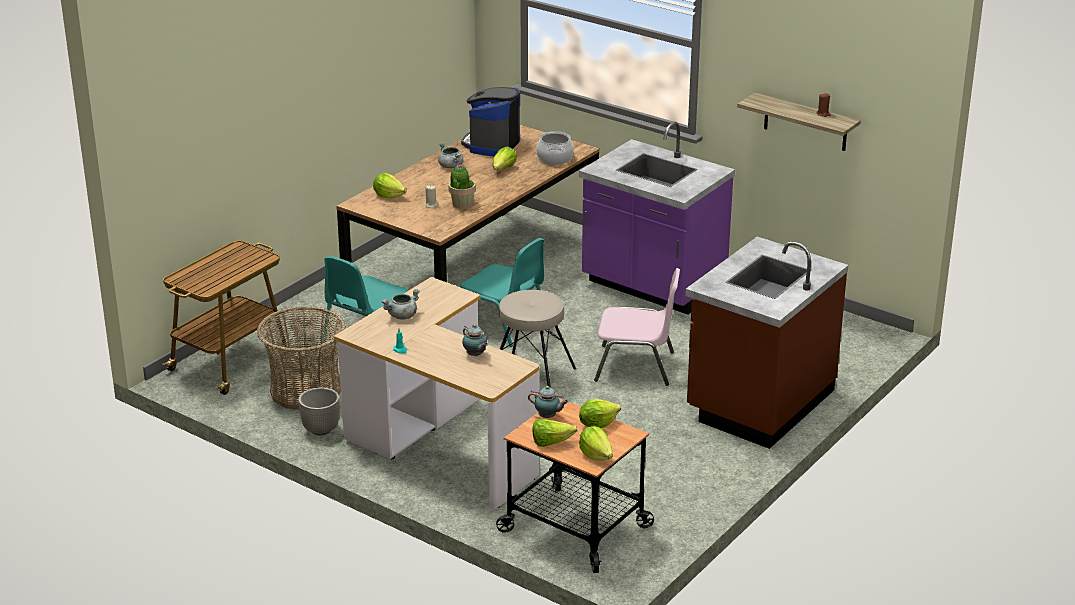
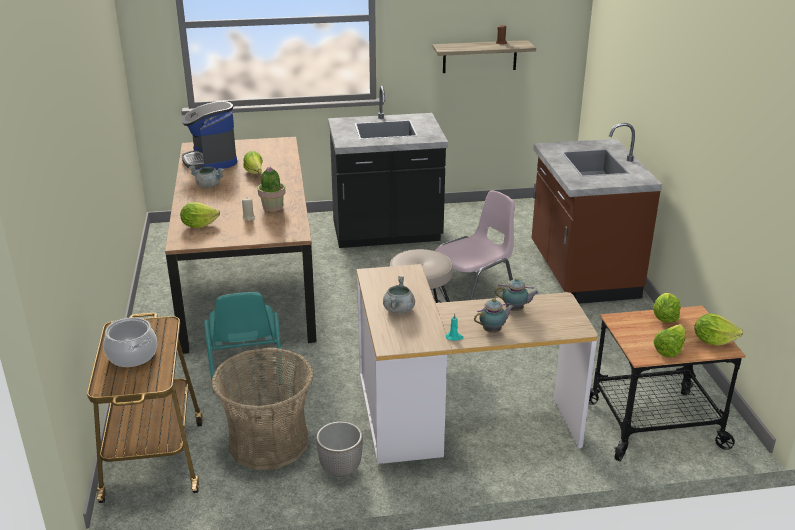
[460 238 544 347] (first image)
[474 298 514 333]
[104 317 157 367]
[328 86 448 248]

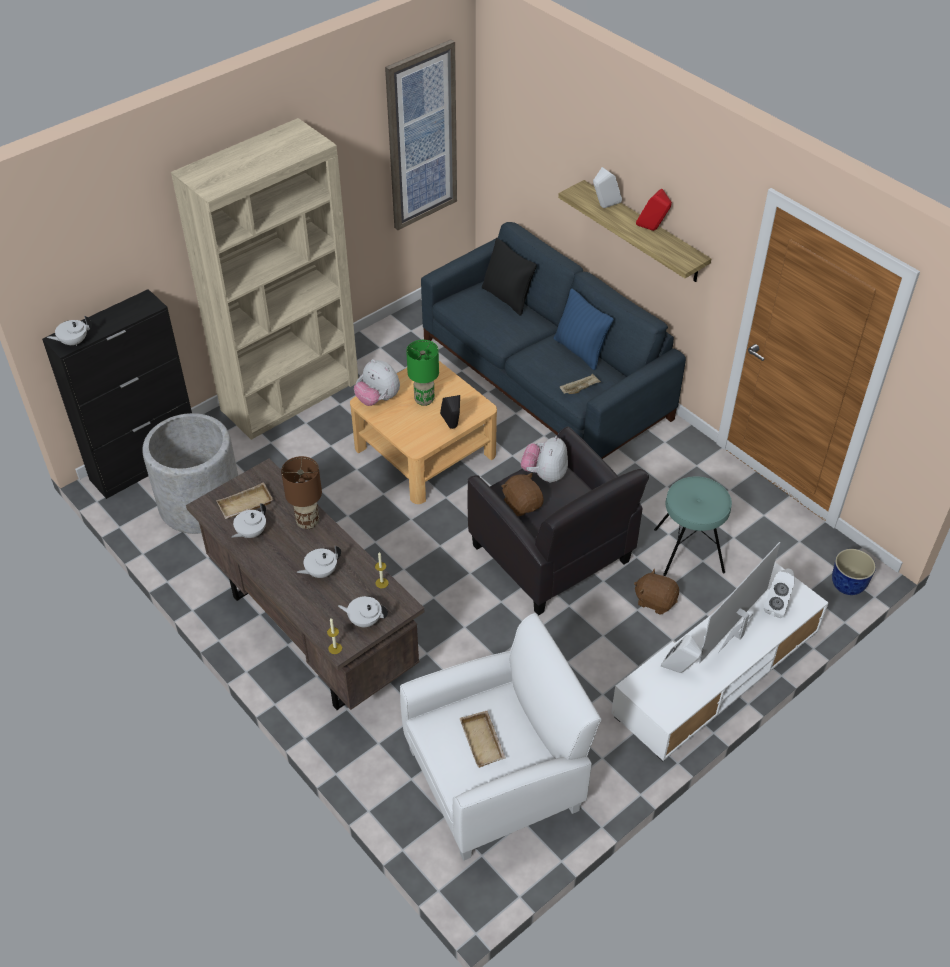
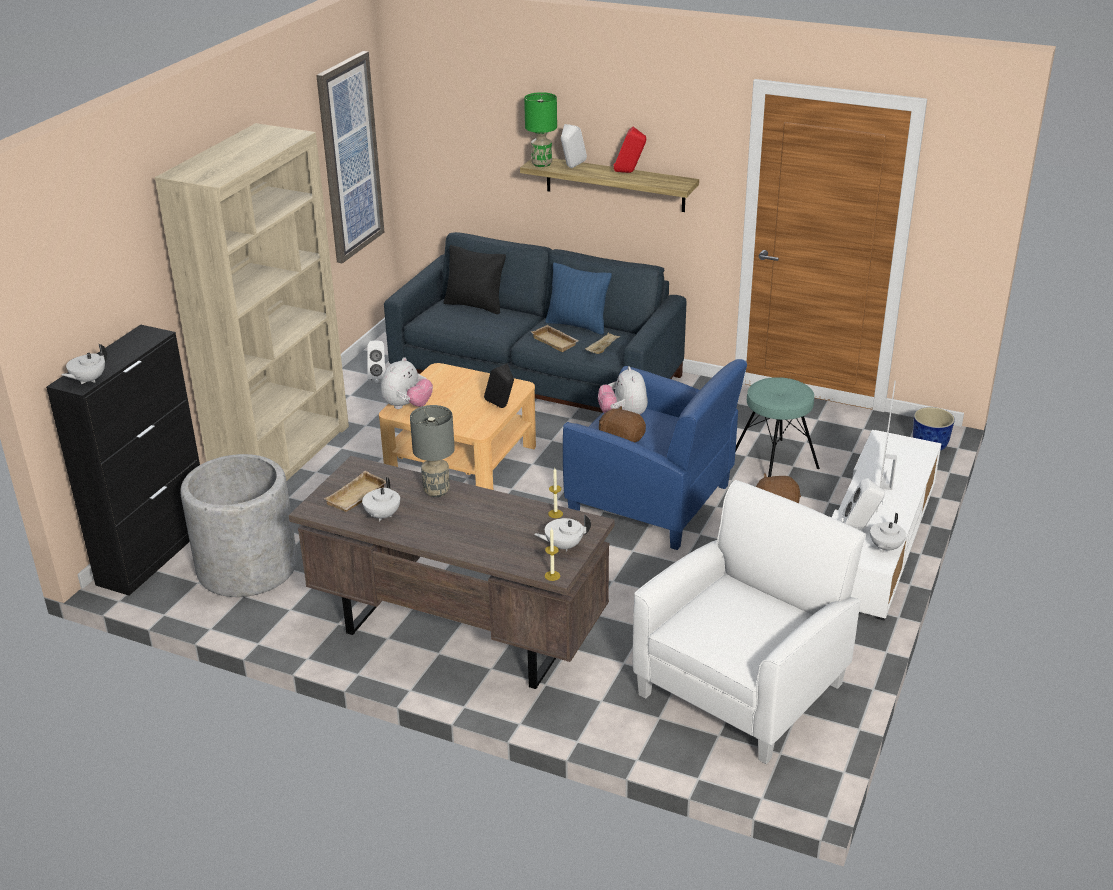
[410 405 455 497]
[870 513 906 552]
[381 357 433 409]
[524 92 557 167]
[531 325 579 352]
[563 359 747 550]
[367 340 385 384]

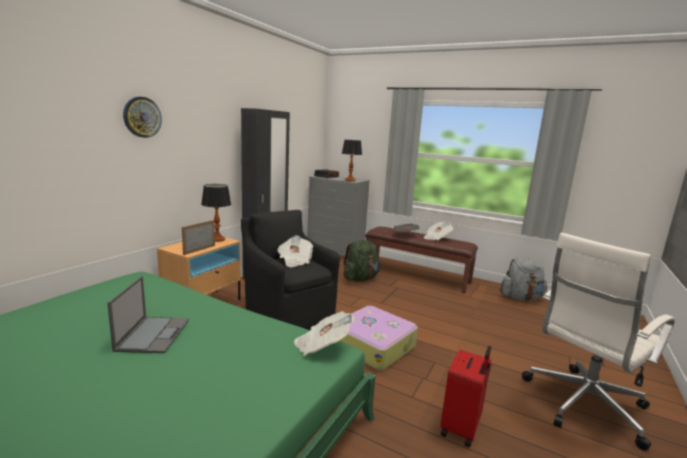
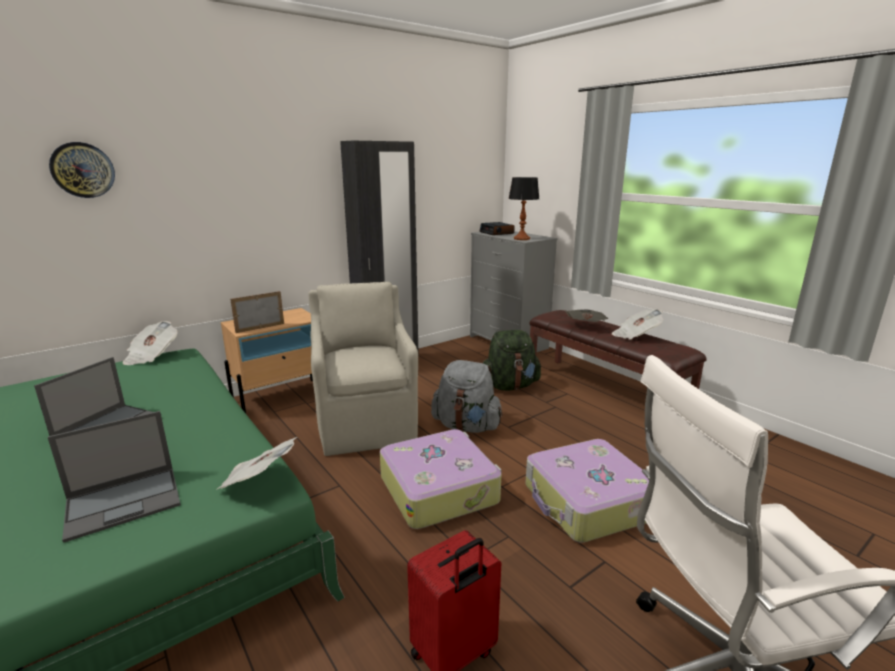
[49 142 115 198]
[201 184 231 242] (first image)
[308 282 418 456]
[122 321 178 365]
[431 360 503 433]
[48 411 181 543]
[525 439 649 543]

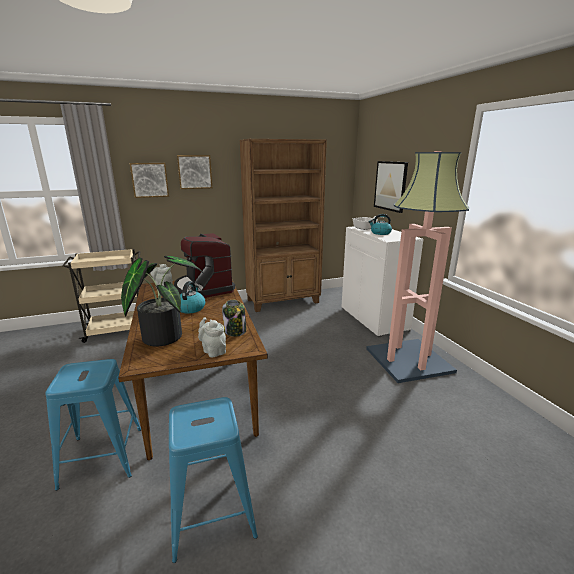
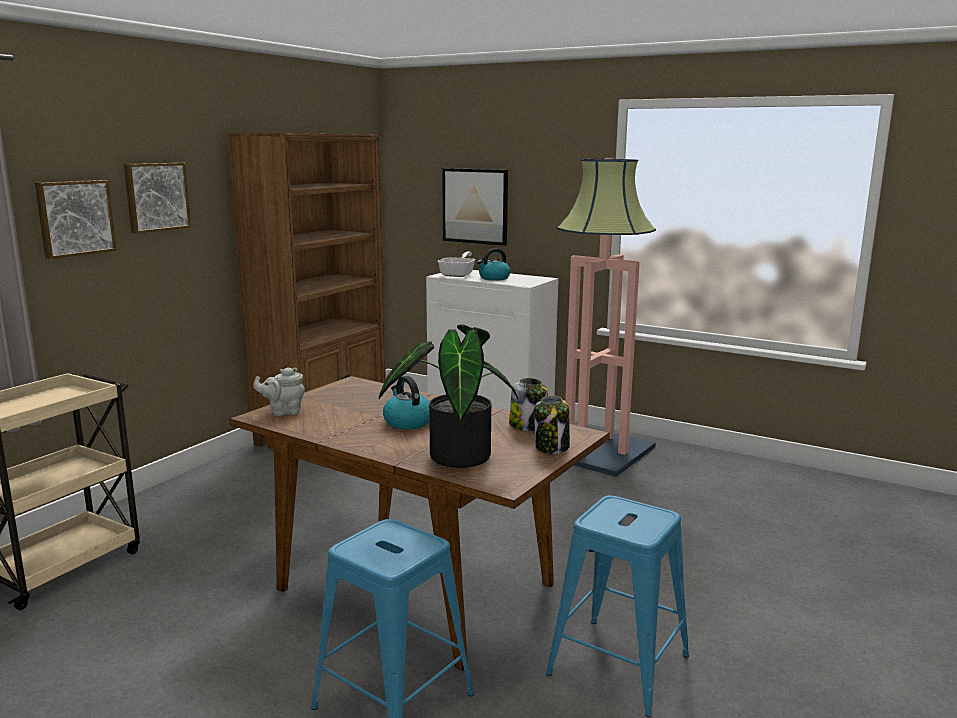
[174 233 235 298] (first image)
[534 395 570 454]

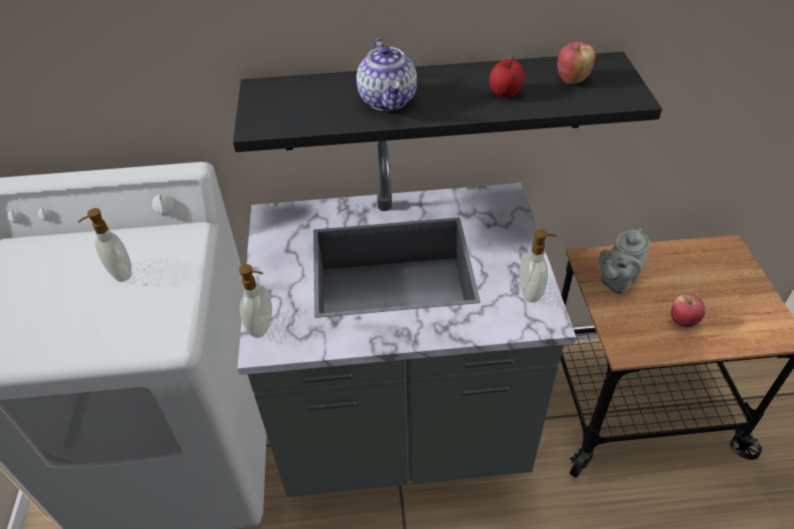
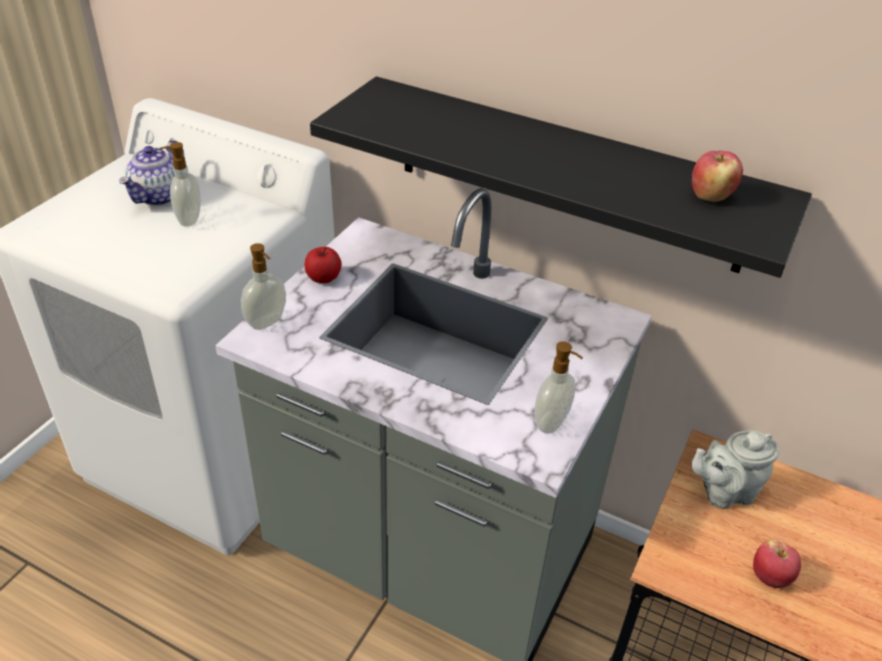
[119 140 184 206]
[304 247 341 283]

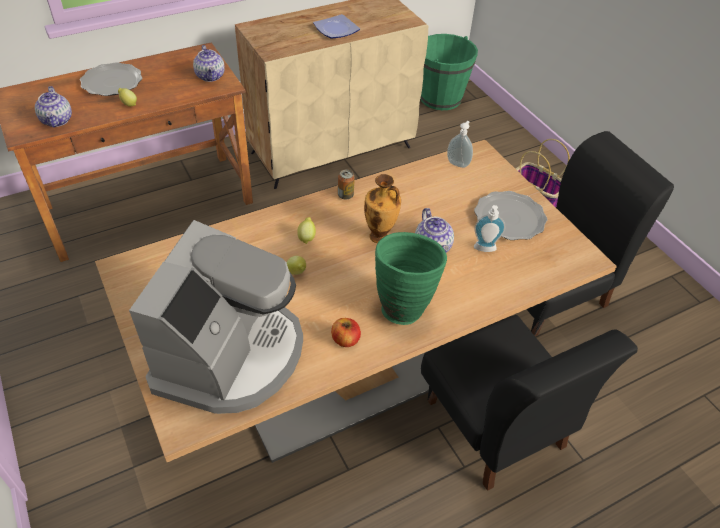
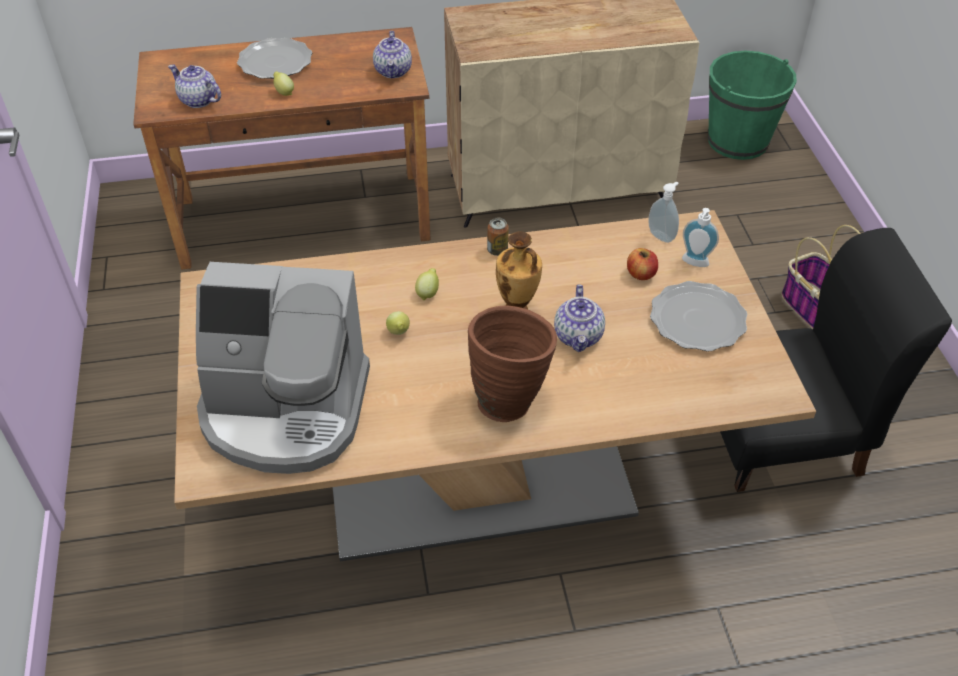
[168 64 221 108]
[196 262 370 474]
[313 14 360 39] (first image)
[627 248 658 280]
[468 306 557 422]
[421 315 638 491] (first image)
[682 208 719 267]

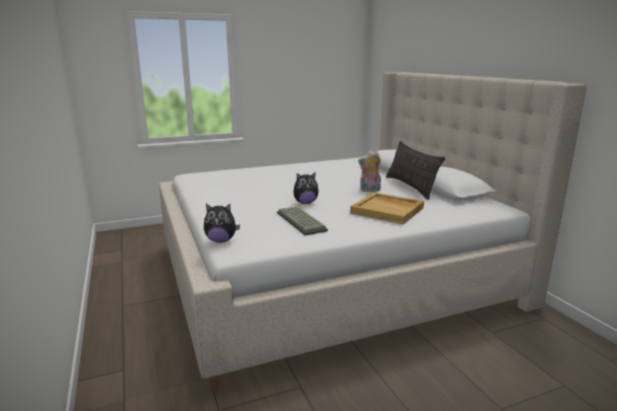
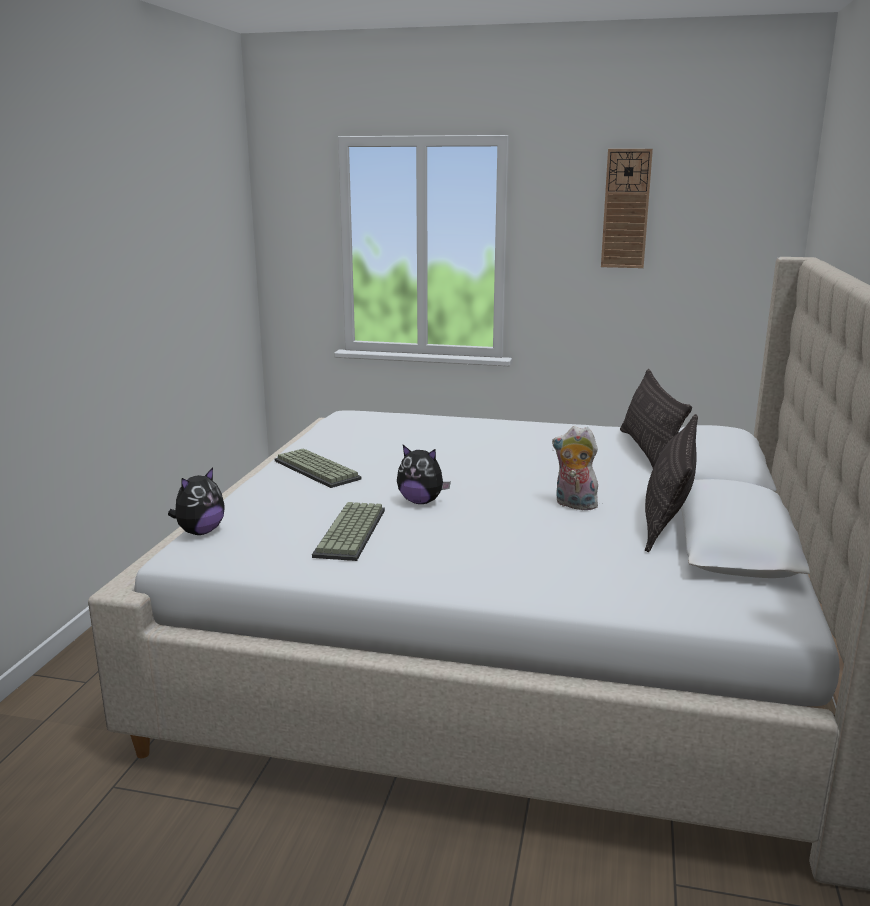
[168 467 225 535]
[350 192 424 224] (first image)
[275 448 362 488]
[601 149 653 268]
[620 369 692 468]

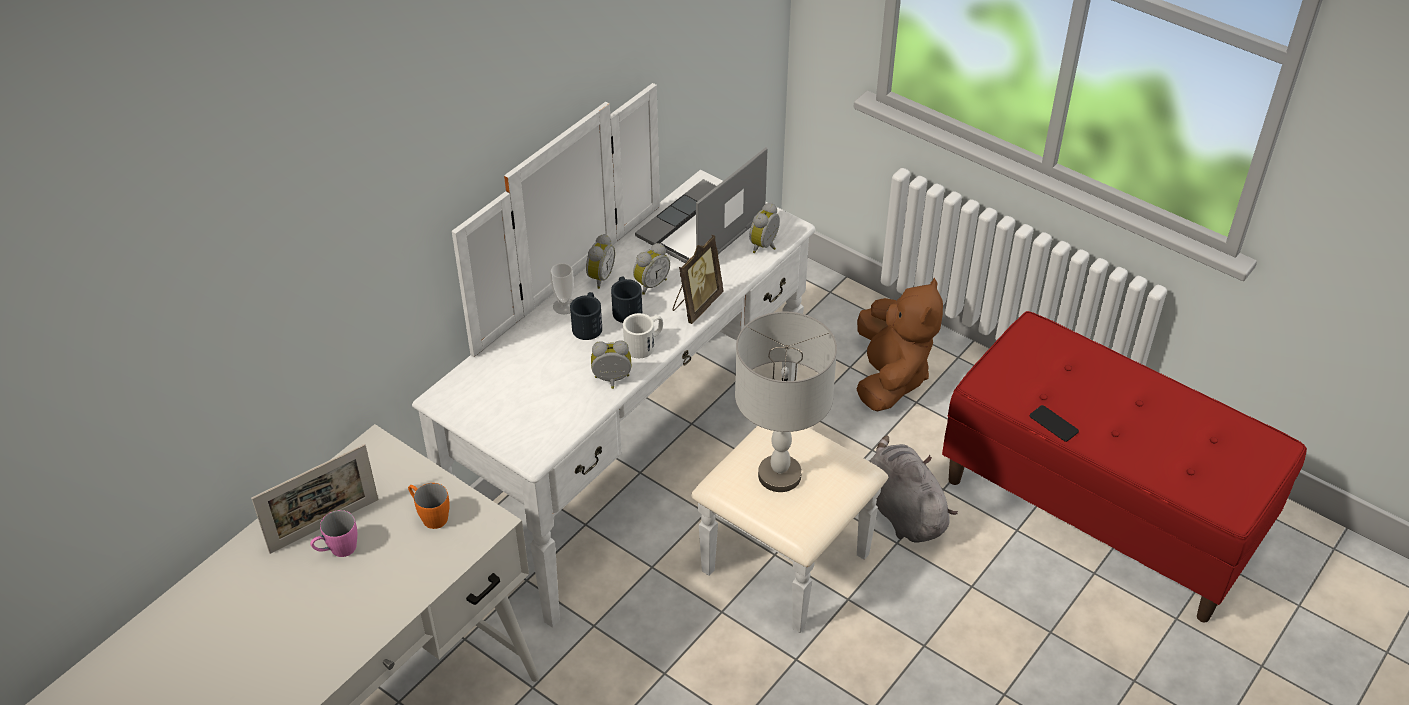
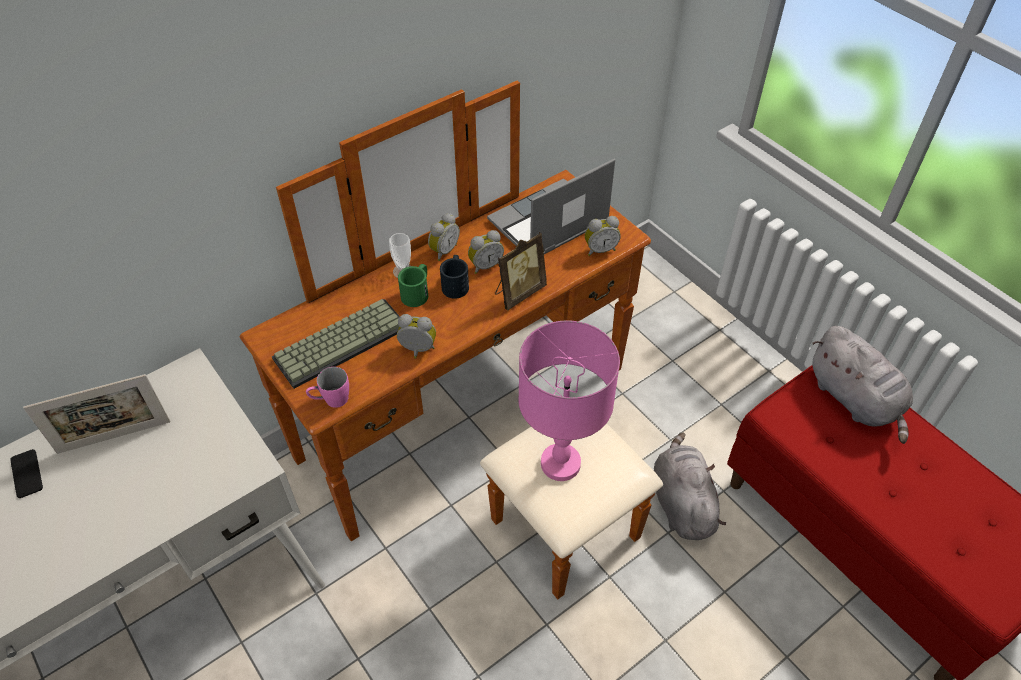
[306 367 349 408]
[408 483 450 529] (first image)
[239 81 663 599]
[398 264 428 307]
[623 313 663 358] (first image)
[518 320 620 481]
[585 216 621 256]
[857 277 943 412] (first image)
[10 449 43 498]
[272 299 400 389]
[812 326 913 444]

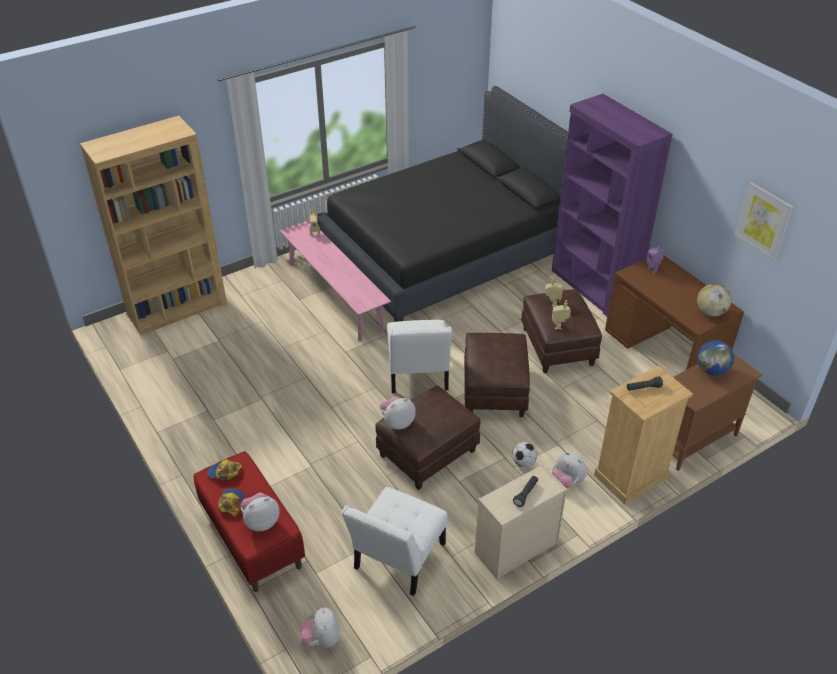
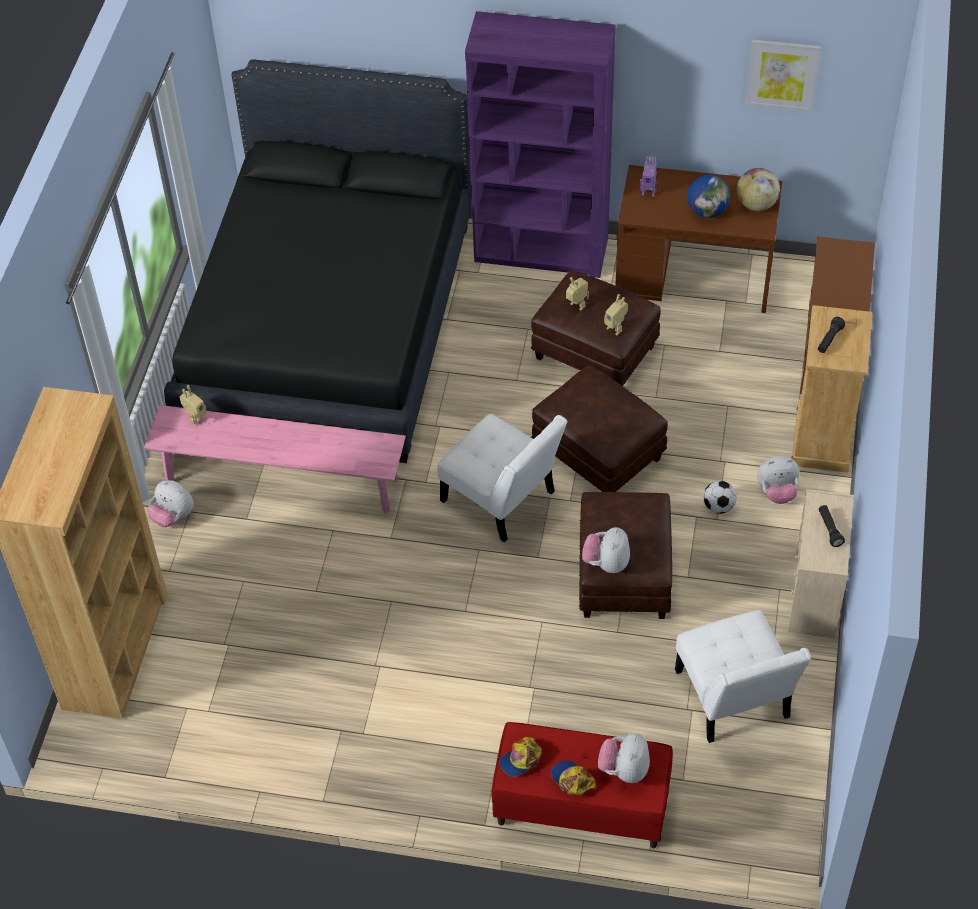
[147 480 194 527]
[687 174 730 218]

